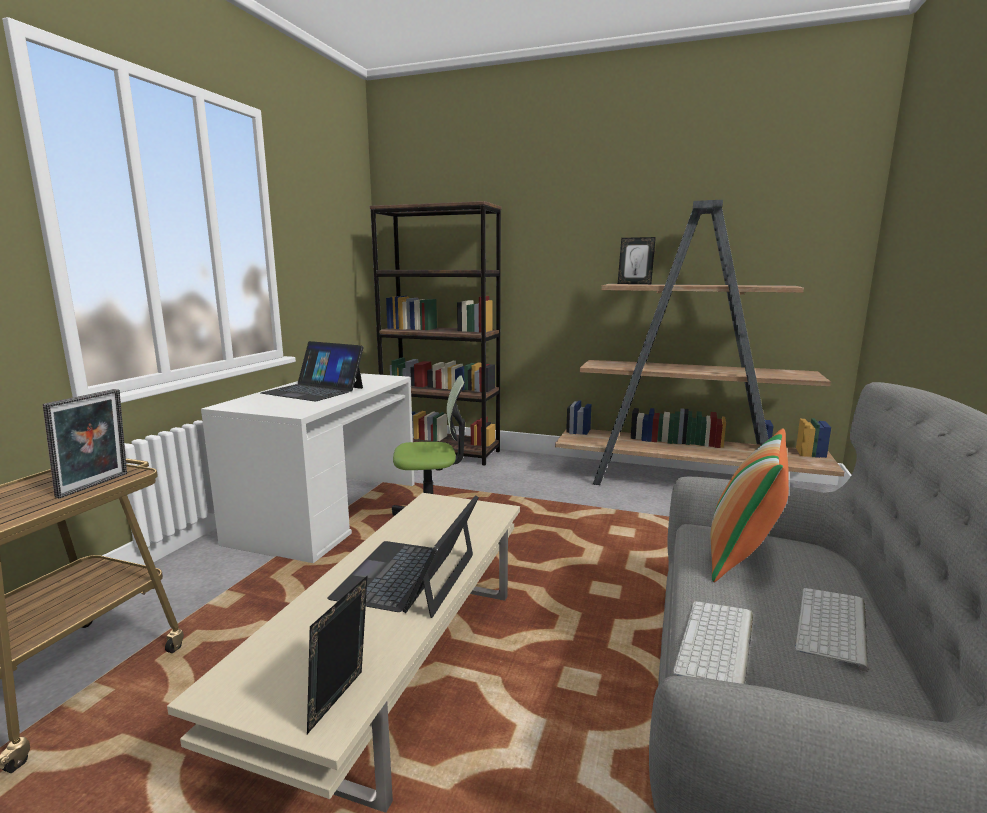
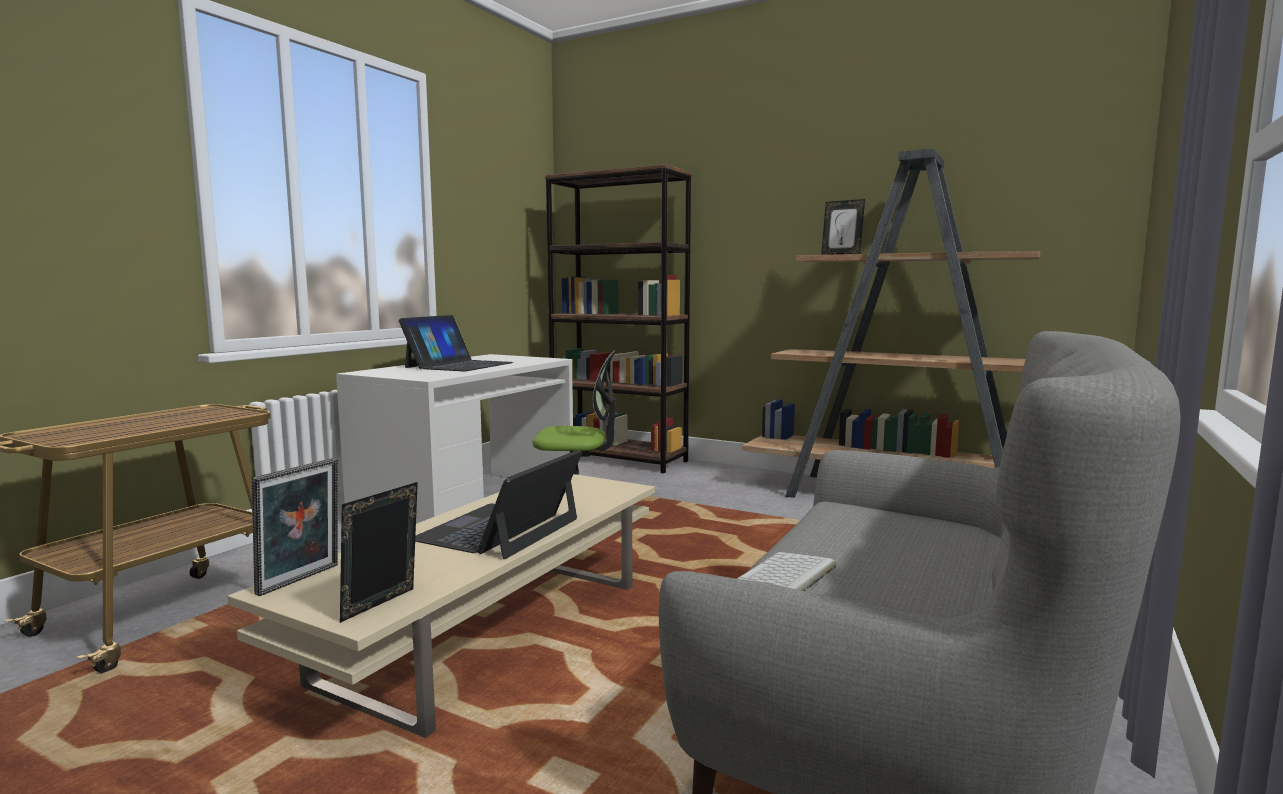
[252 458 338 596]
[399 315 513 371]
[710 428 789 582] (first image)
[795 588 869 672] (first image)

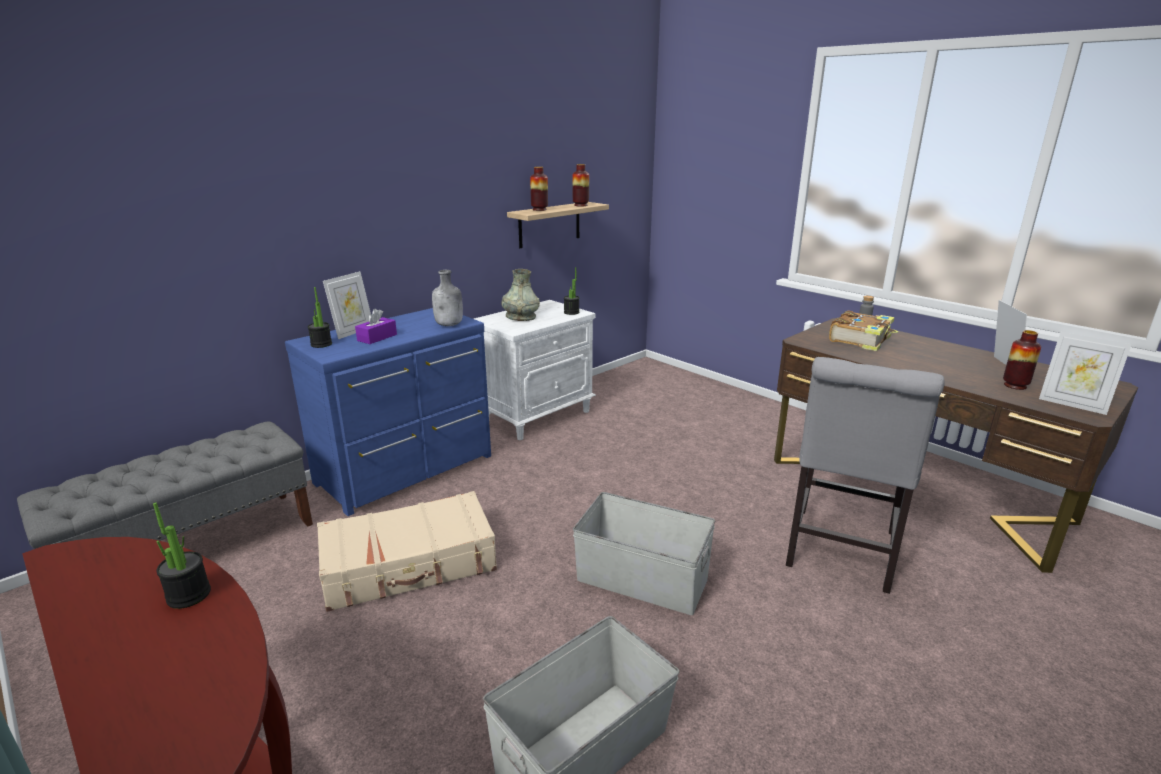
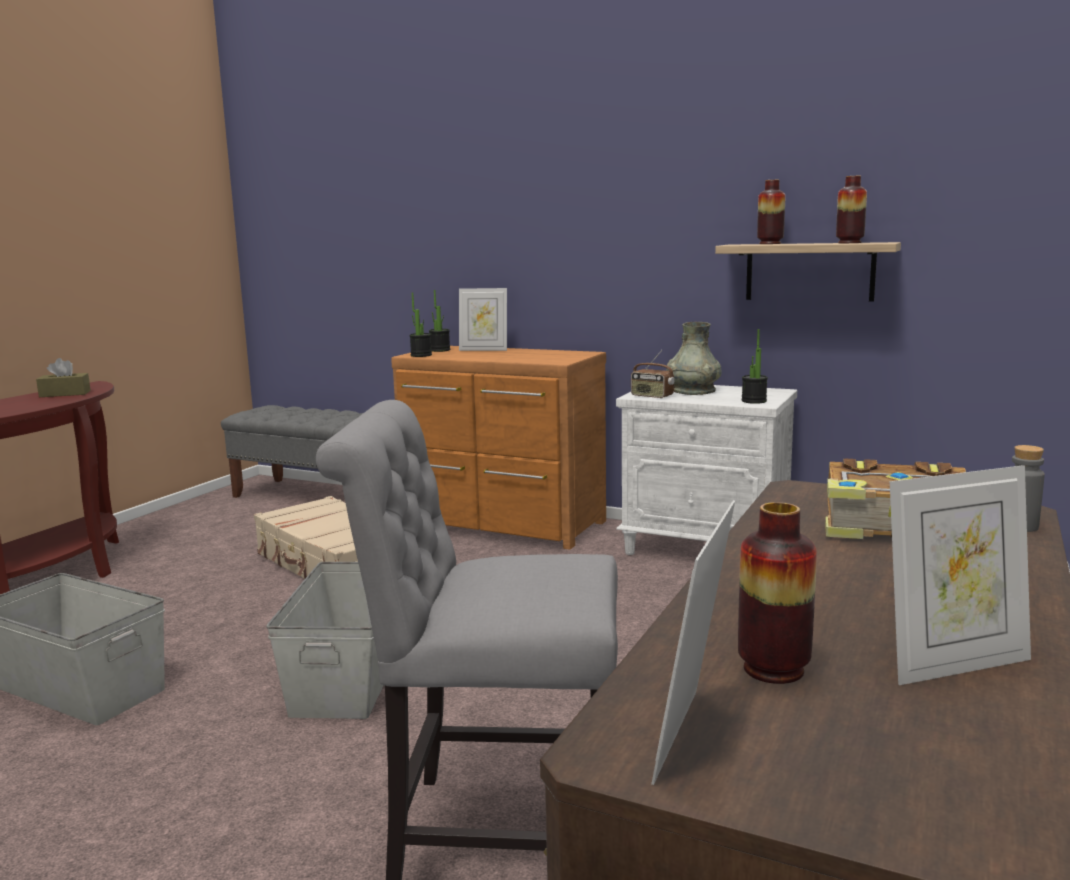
[410 293 432 357]
[391 346 606 550]
[355 309 397 344] (first image)
[432 270 463 326] (first image)
[36 358 91 397]
[631 350 675 399]

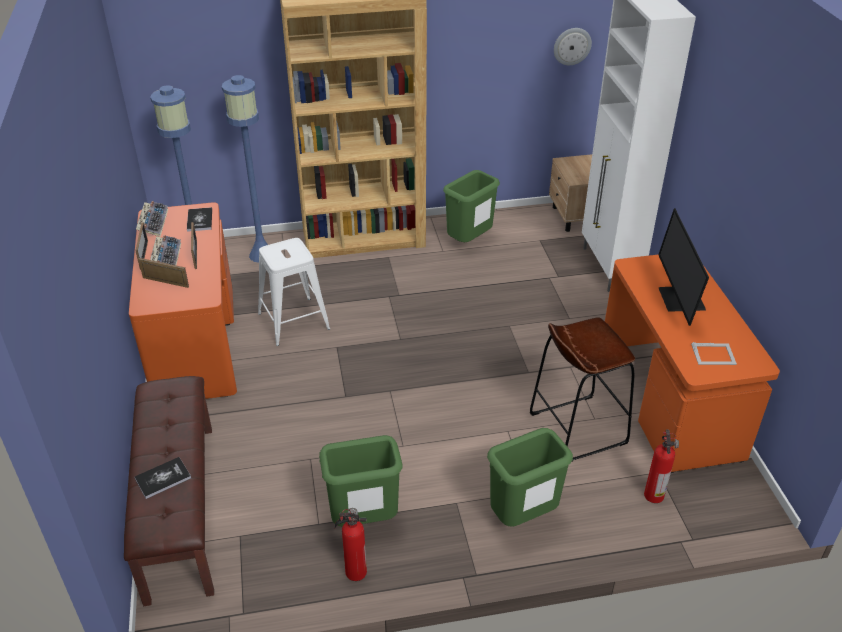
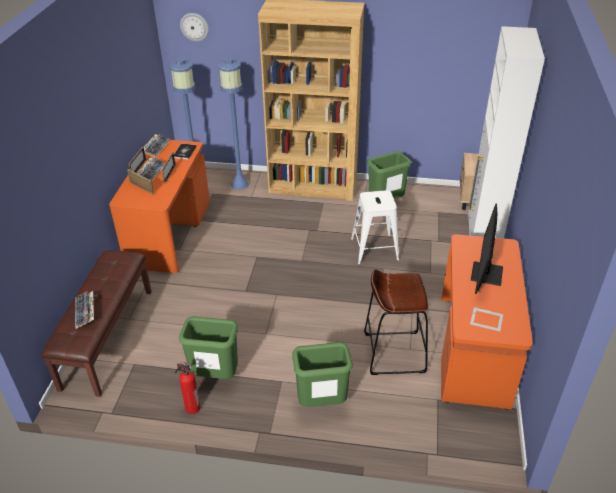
[75 291 94 329]
[351 190 399 265]
[180 13 209 42]
[644 429 679 503] (first image)

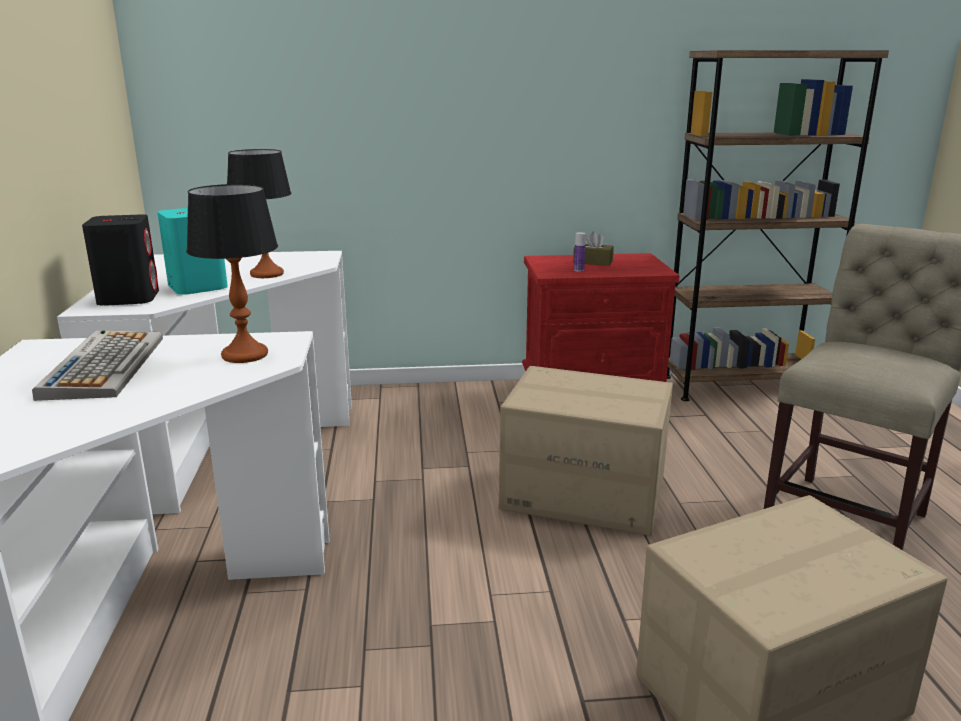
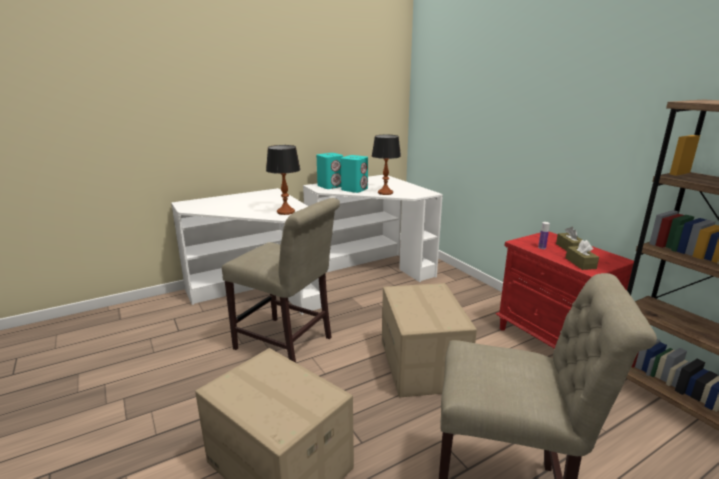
[32 330 163 401] (first image)
[317 153 343 189]
[222 198 340 363]
[566 240 599 270]

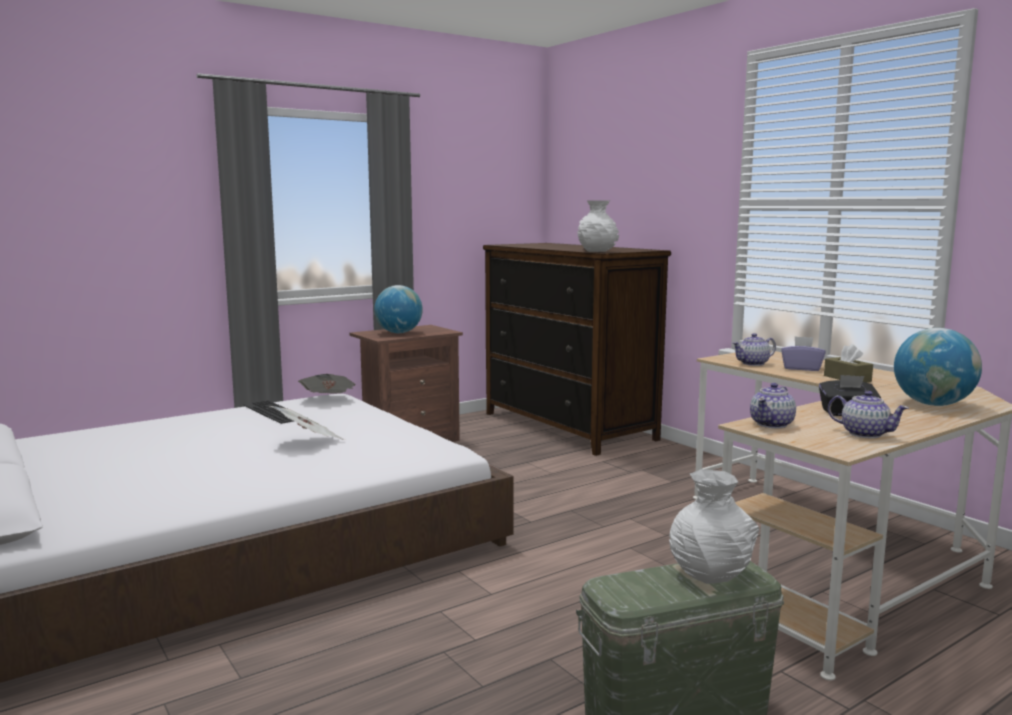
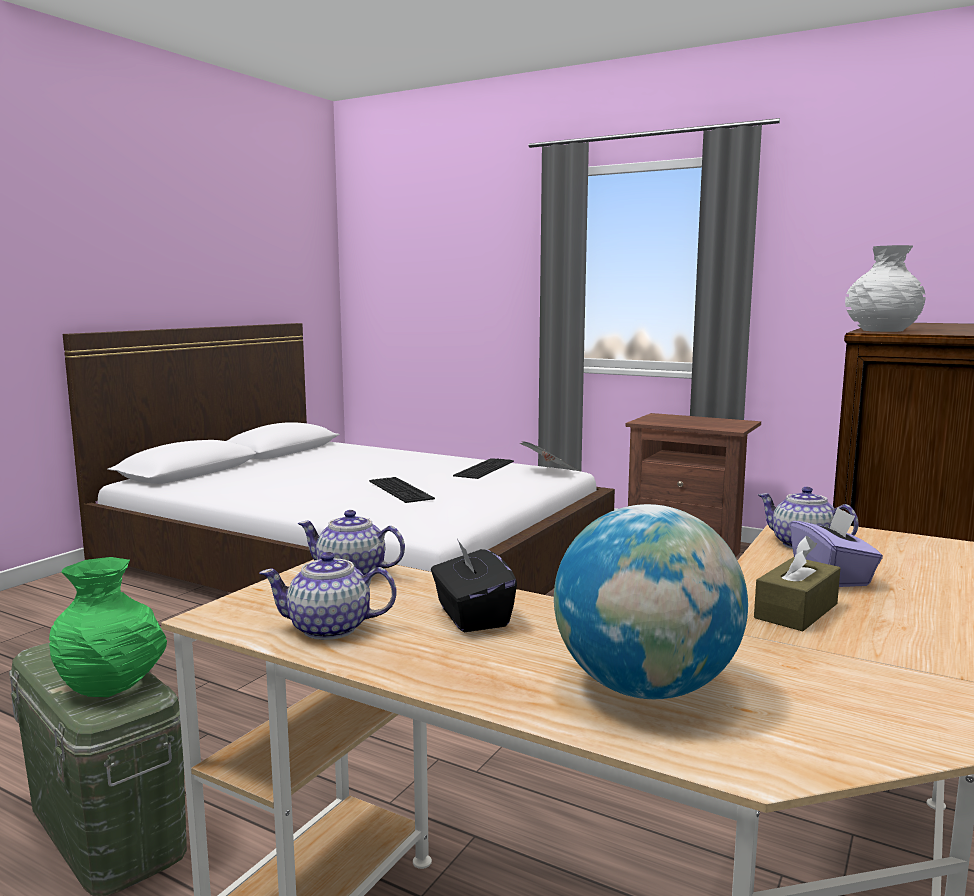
[369 477 435 503]
[374 285 423 333] (first image)
[49 557 167 697]
[260 552 396 640]

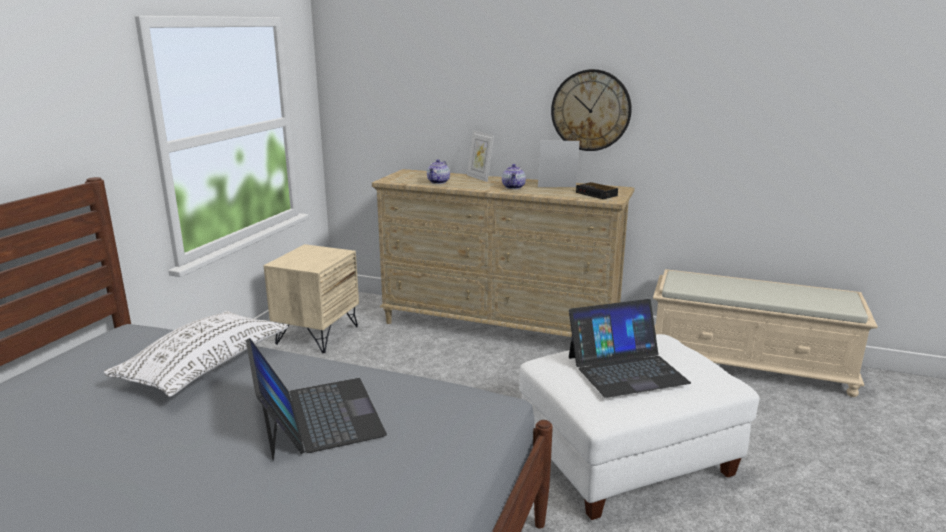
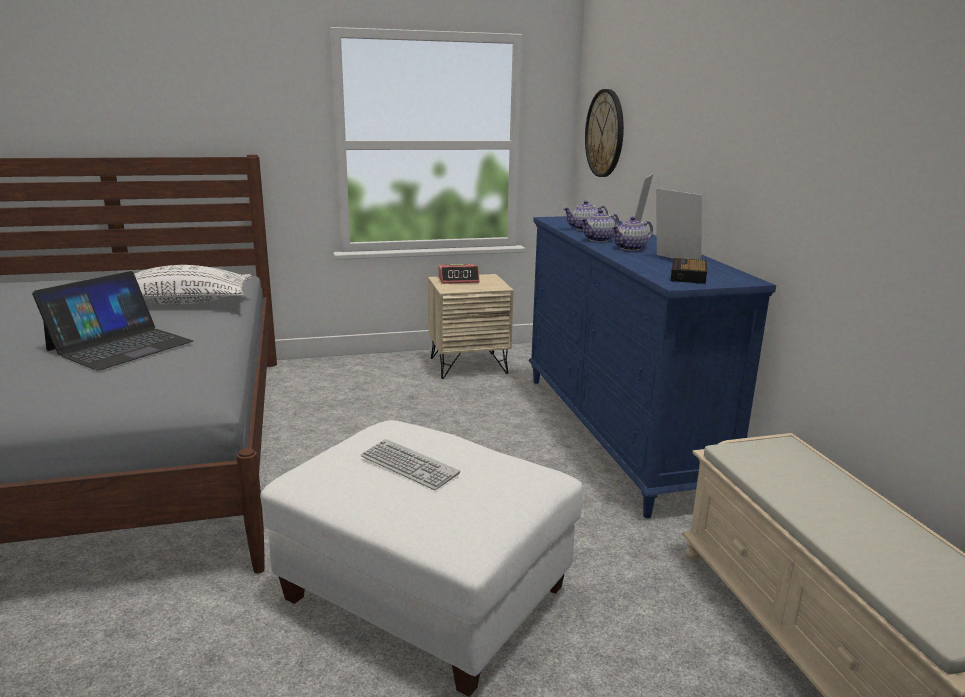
[528 216 776 518]
[585 89 624 177]
[361 439 460 490]
[438 264 480 284]
[581 209 619 242]

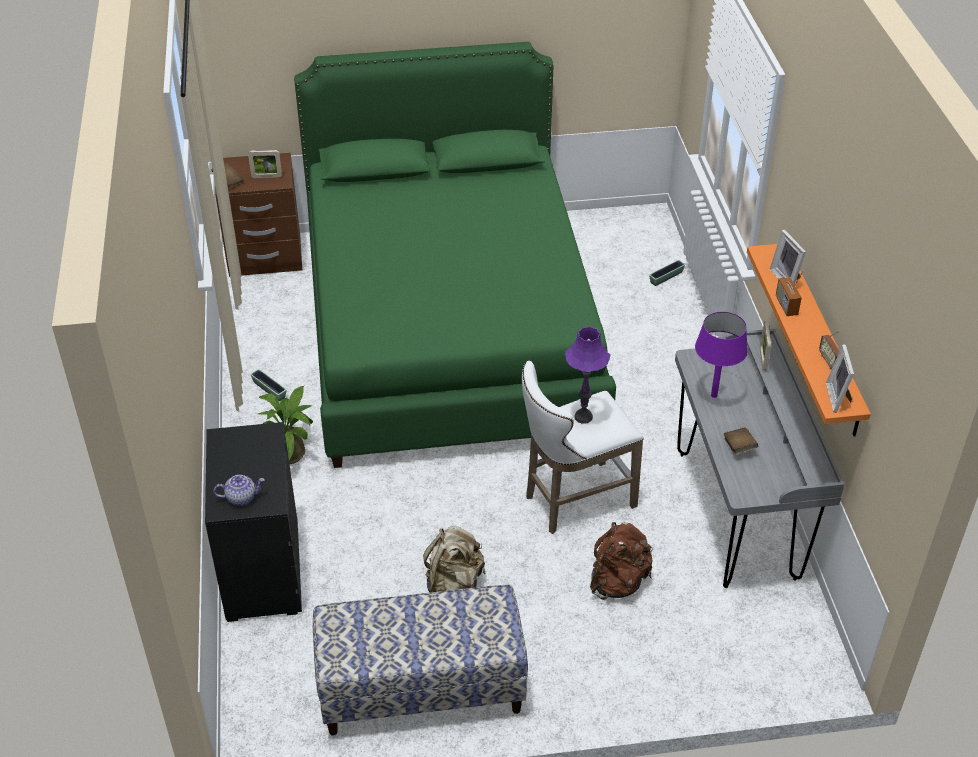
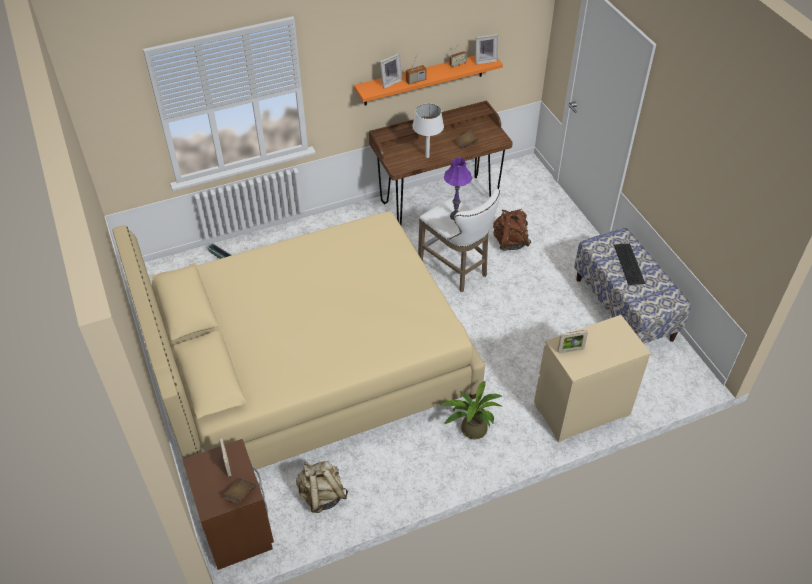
[534 315 651 442]
[213 475 265 506] (first image)
[250 369 286 401] (first image)
[112 212 485 470]
[296 461 348 513]
[369 100 513 225]
[412 103 444 158]
[557 330 588 353]
[614 243 645 285]

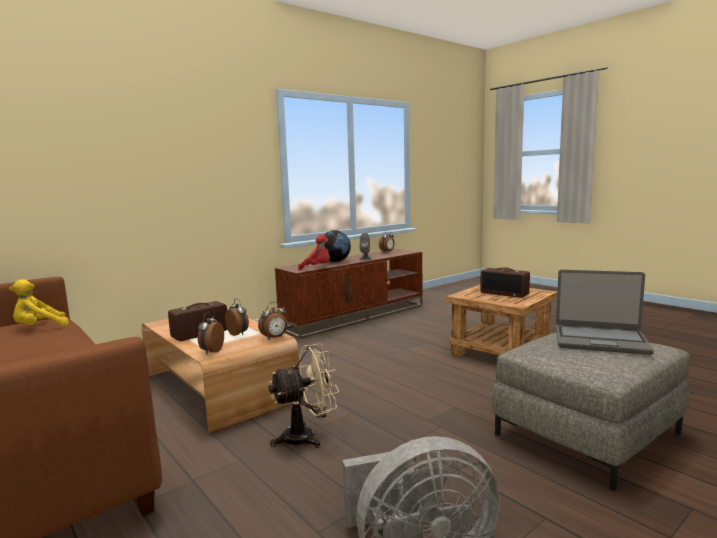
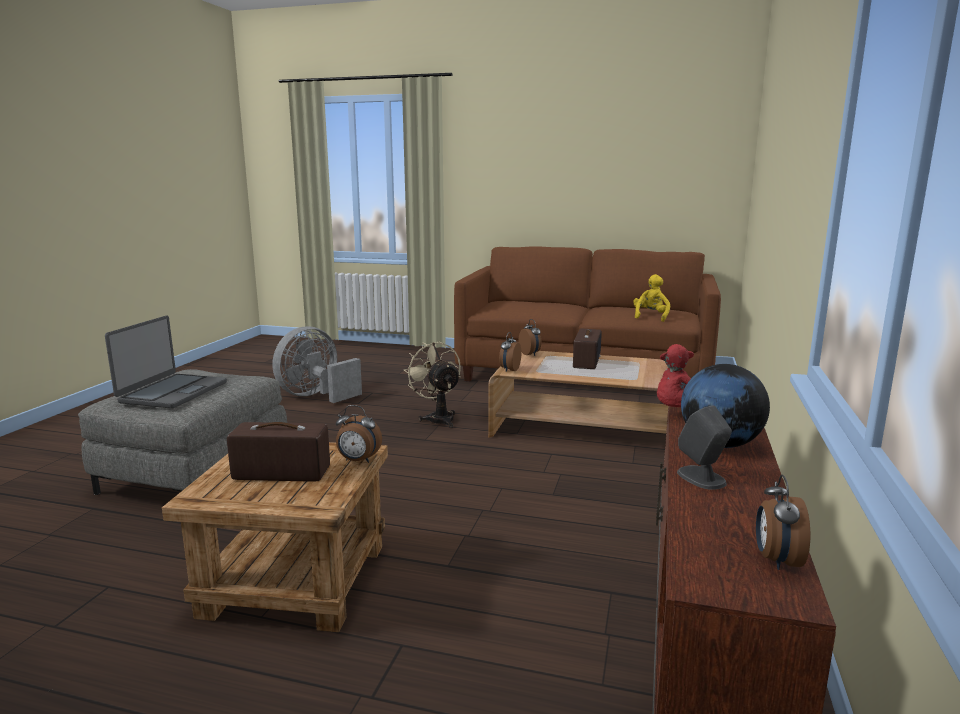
[336 405 382 463]
[404 341 461 428]
[105 315 227 409]

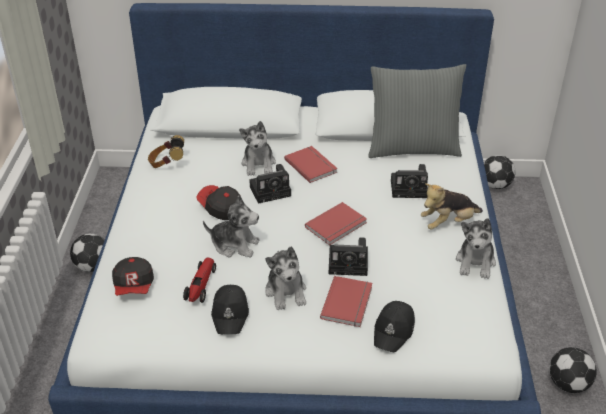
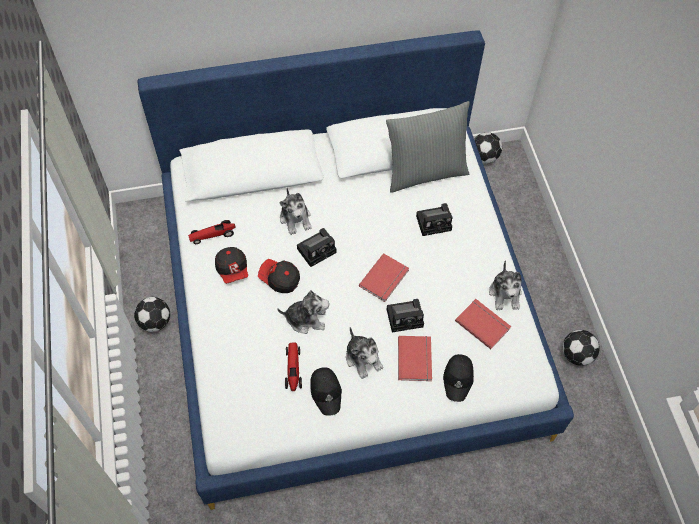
[215 247 248 284]
[188 220 236 244]
[455 299 511 349]
[421 183 483 230] (first image)

